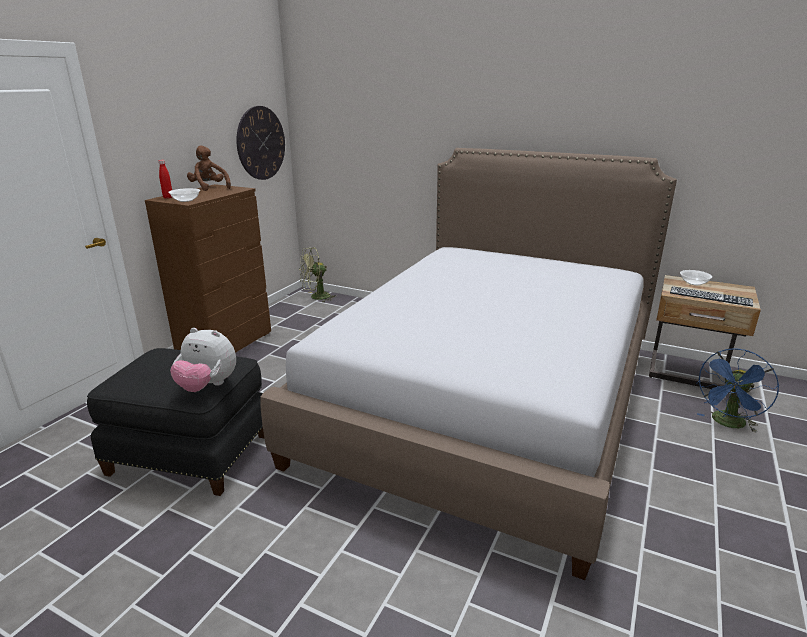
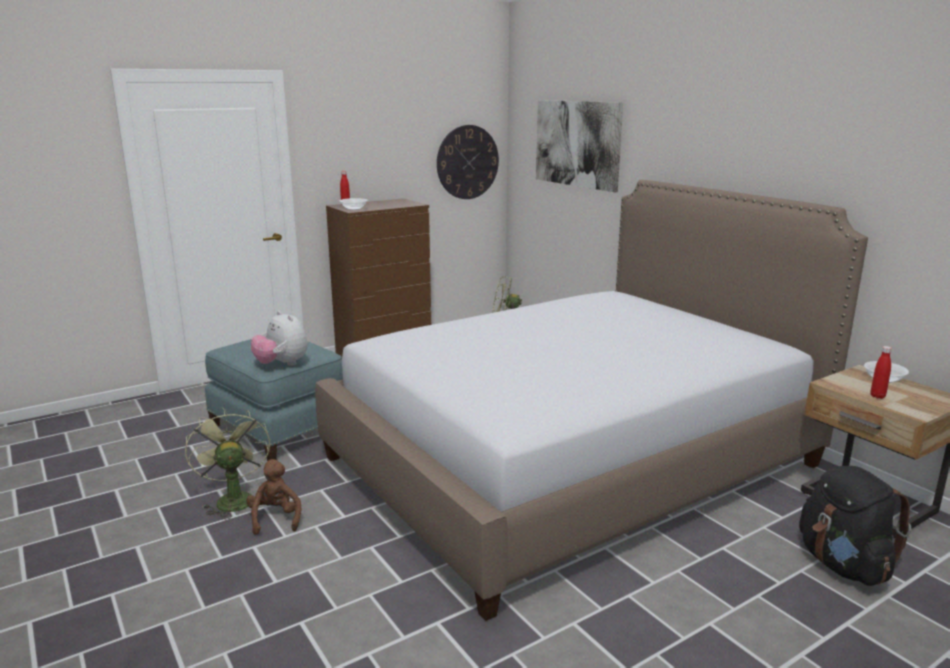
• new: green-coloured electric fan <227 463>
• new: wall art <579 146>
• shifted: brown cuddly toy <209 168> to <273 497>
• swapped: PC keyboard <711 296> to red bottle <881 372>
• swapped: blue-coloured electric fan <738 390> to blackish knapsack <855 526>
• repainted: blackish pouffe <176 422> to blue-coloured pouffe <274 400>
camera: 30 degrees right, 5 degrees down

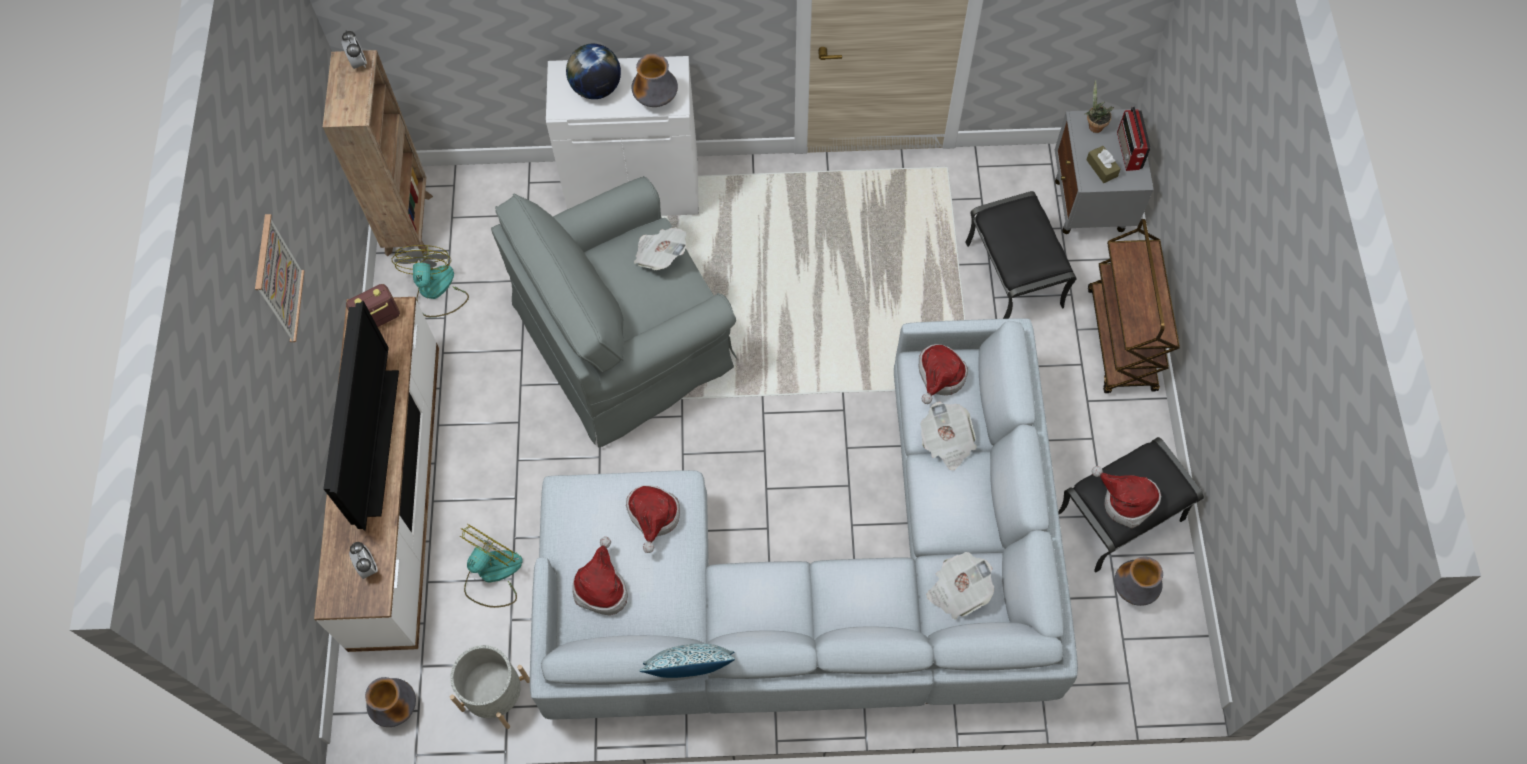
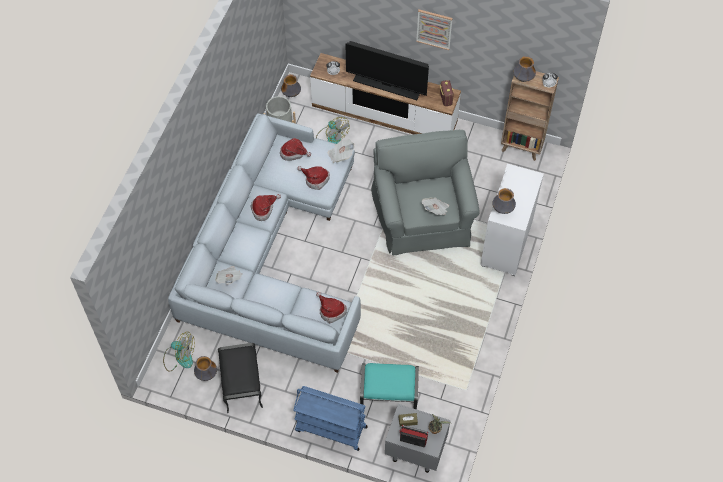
• gone: desk globe <593 71>
• gone: pillow <687 660>
• new: flower vase <524 69>
• shifted: electric fan <430 281> to <179 352>
• shifted: printed paper <948 435> to <341 151>
• shifted: hat <1126 497> to <266 207>
• repainted: blackish pouffe <1021 255> to turquoise-coloured pouffe <389 386>
• repainted: brown cart <1134 306> to blue-coloured cart <330 418>
camera: 110 degrees right, 5 degrees down

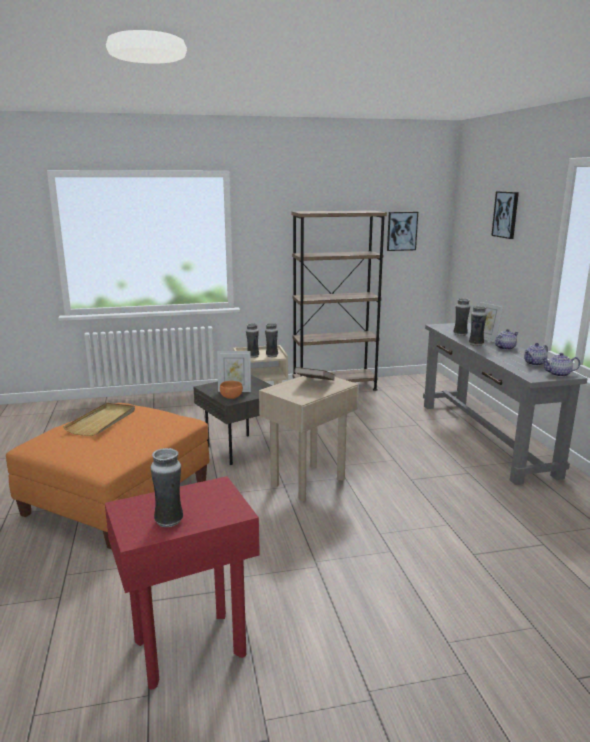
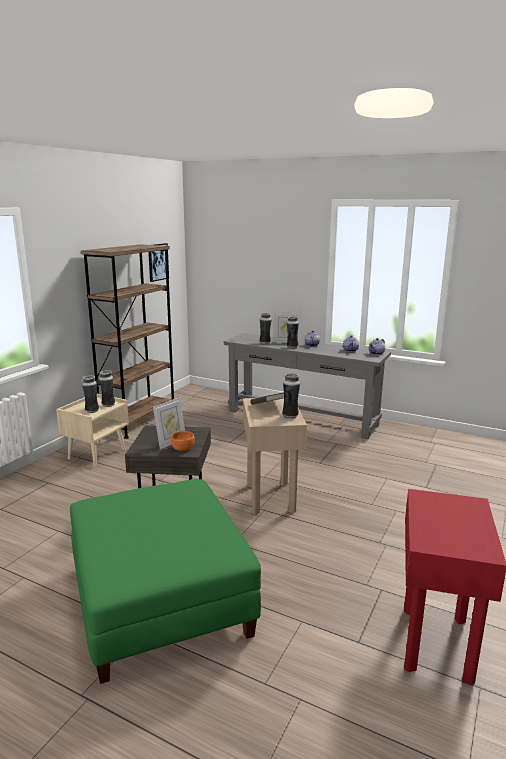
• gone: beige-coloured tray <99 419>
• gone: wall art <505 215>
• shifted: flower vase <167 487> to <291 396>
• repainted: orange pouffe <107 476> to green-coloured pouffe <165 581>
camera: 50 degrees left, 0 degrees up

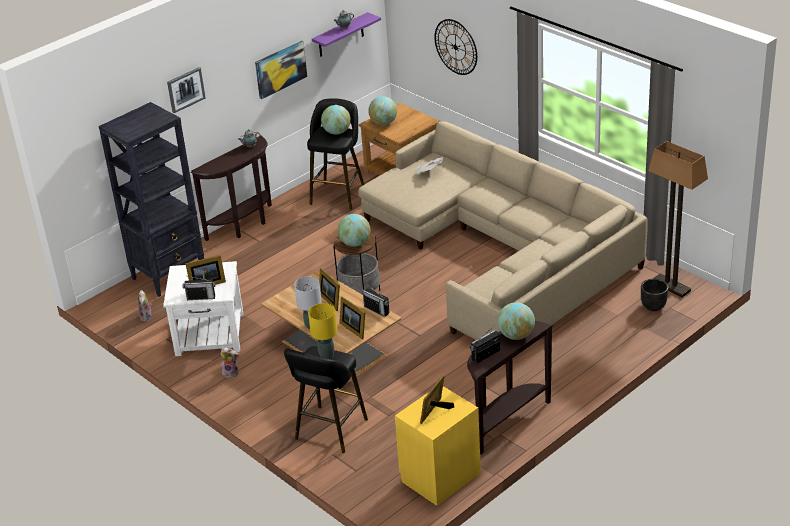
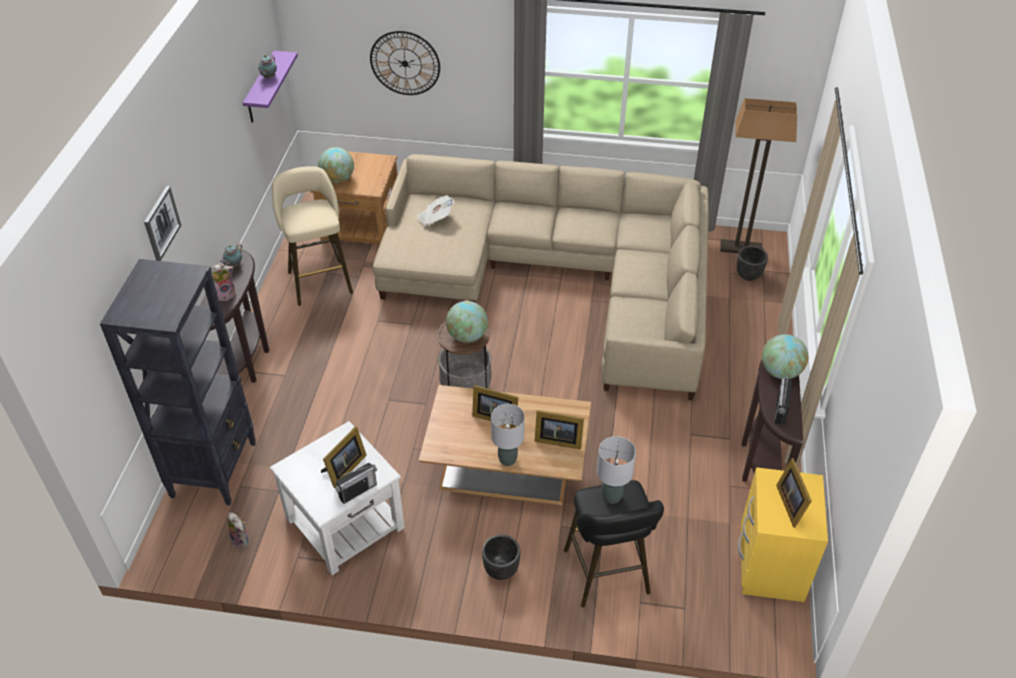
• gone: wall art <281 69>
• gone: desk globe <336 120>
• gone: radio receiver <376 300>
• new: blackish plant pot <501 557>
• shifted: cuddly toy <229 362> to <223 282>
• repainted: blackish sitting stool <336 154> to beige-coloured sitting stool <312 236>
• repainted: yellow lamp for a table <322 331> to grey lamp for a table <616 469>
camera: 40 degrees left, 10 degrees up

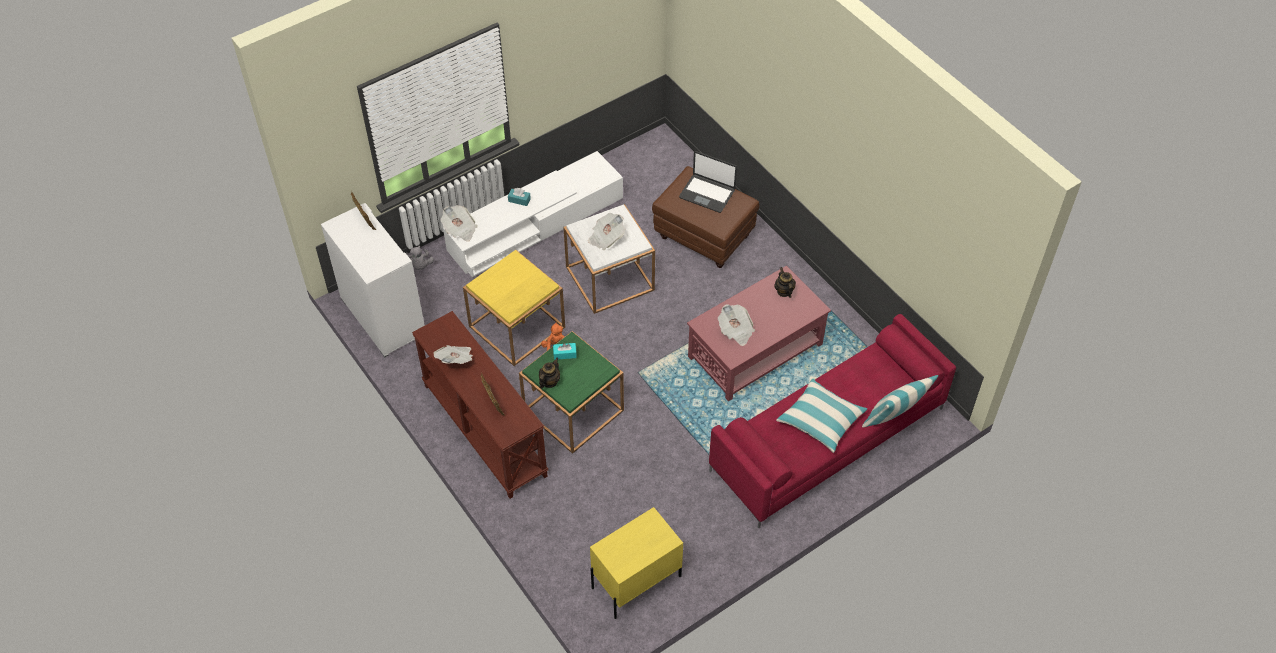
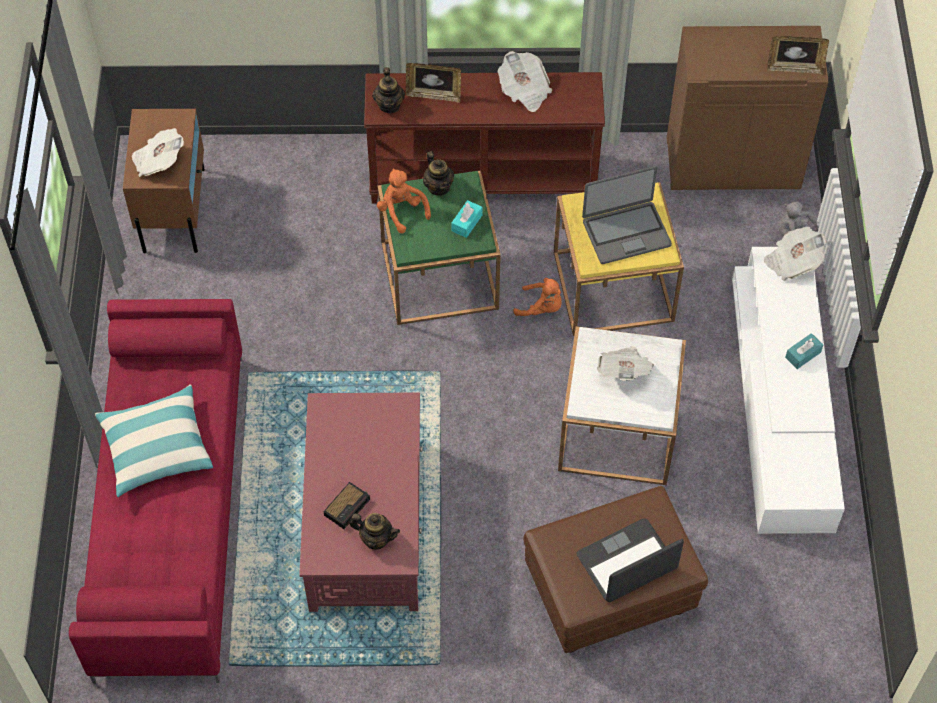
• gone: pillow <900 401>
• new: alarm clock <346 505>
• new: pot for tea <388 90>
• new: orange cuddly toy <404 201>
• new: laptop <627 215>
• shifted: printed paper <736 325> to <157 152>
• repainted: whitish storage cabinet <373 280> to brown storage cabinet <747 108>
• repainted: yellow night table <636 563> to brown night table <164 181>
camera: 125 degrees right, 5 degrees up

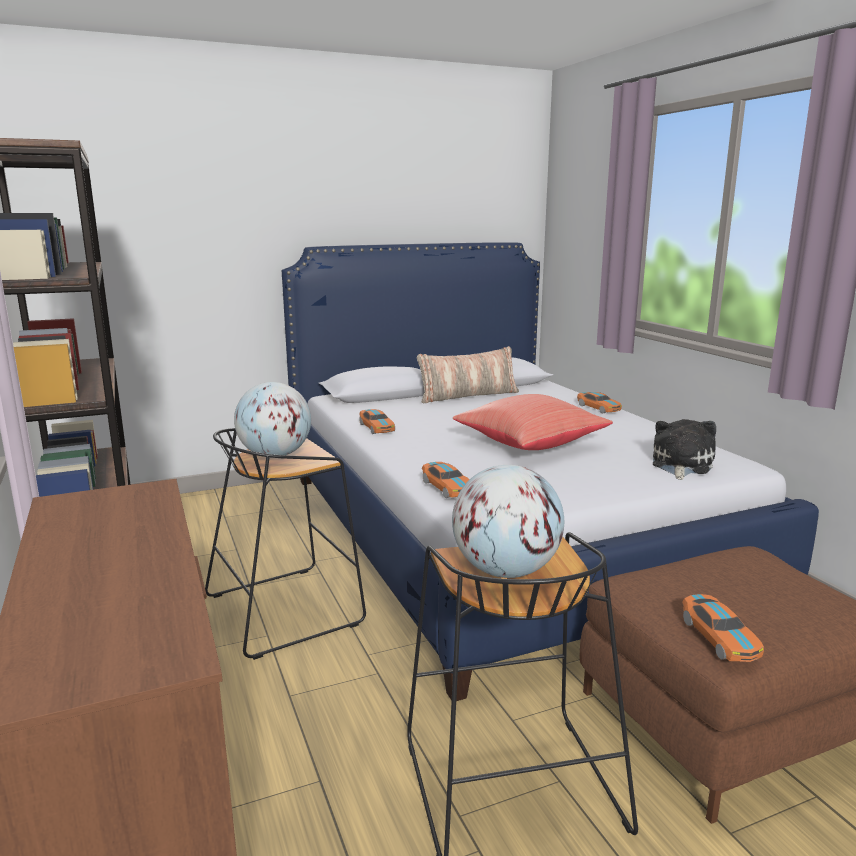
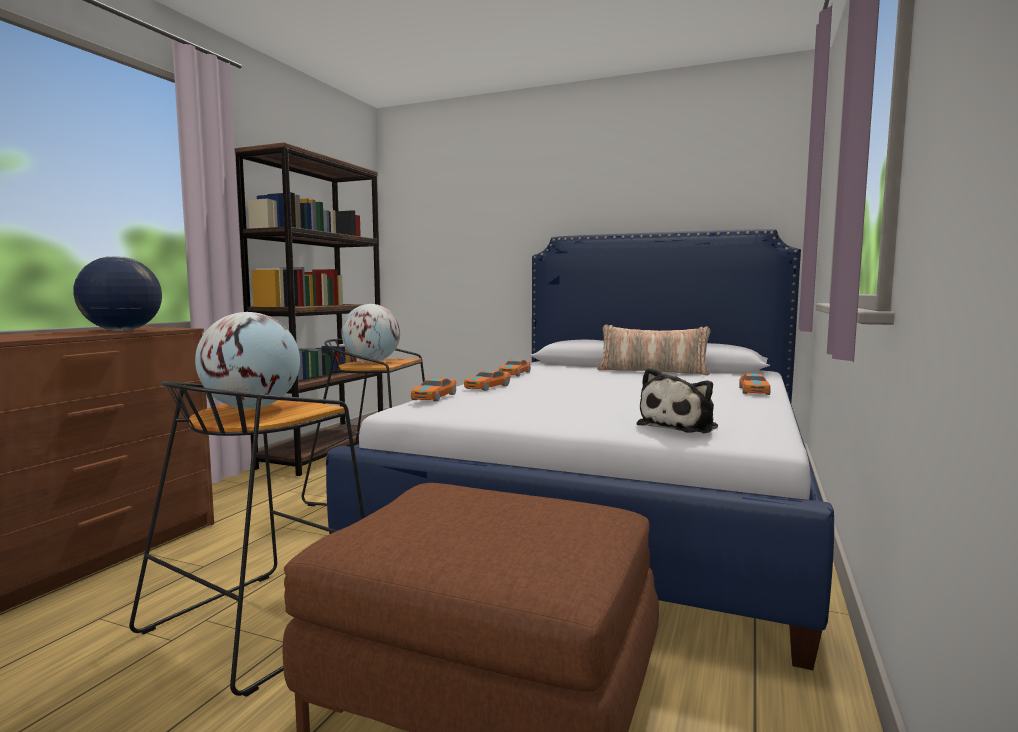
• gone: red pillow <533 422>
• new: desk globe <117 293>
• shifted: model car <723 628> to <487 380>
• rotated: cuddly toy <684 449> = <677 400> 150 degrees clockwise
camera: 45 degrees right, 10 degrees down

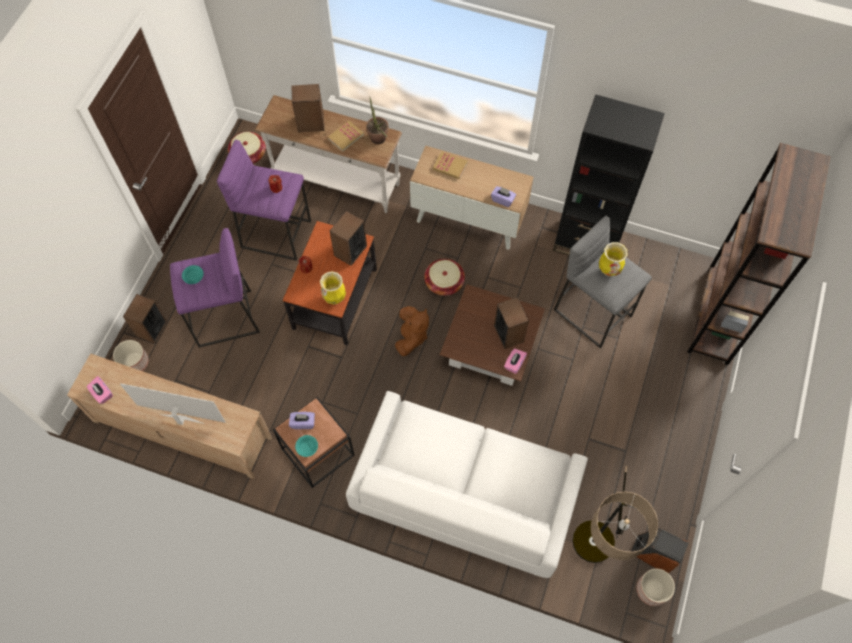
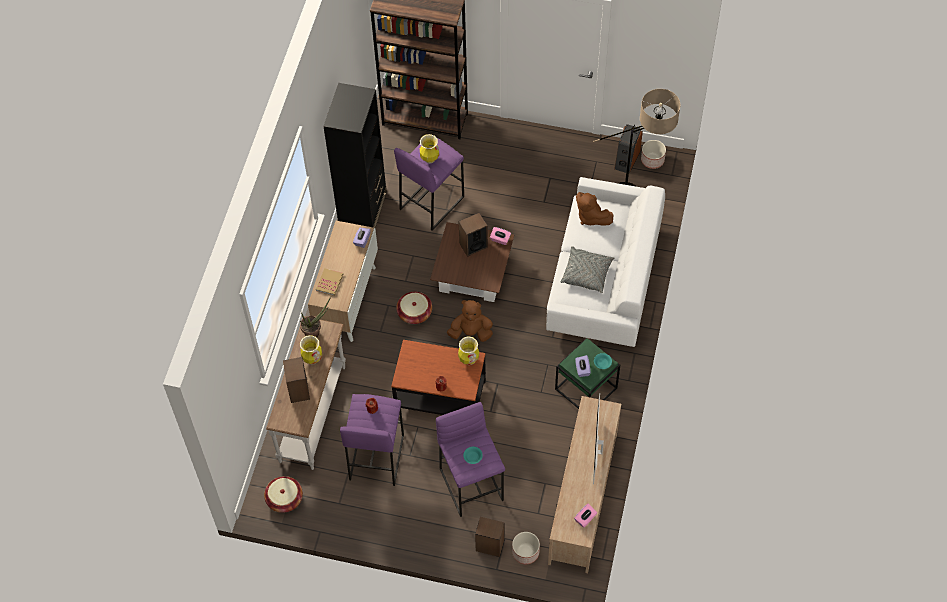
• gone: loudspeaker <348 238>
• new: grey pillow <587 269>
• new: brown cuddly toy <594 209>
• swapped: book <345 136> to flower vase <311 349>
• repainted: brown end table <314 442> to green-coloured end table <587 373>
• repainted: grey sitting stool <603 282> to purplish sitting stool <429 184>
camera: 95 degrees left, 5 degrees down

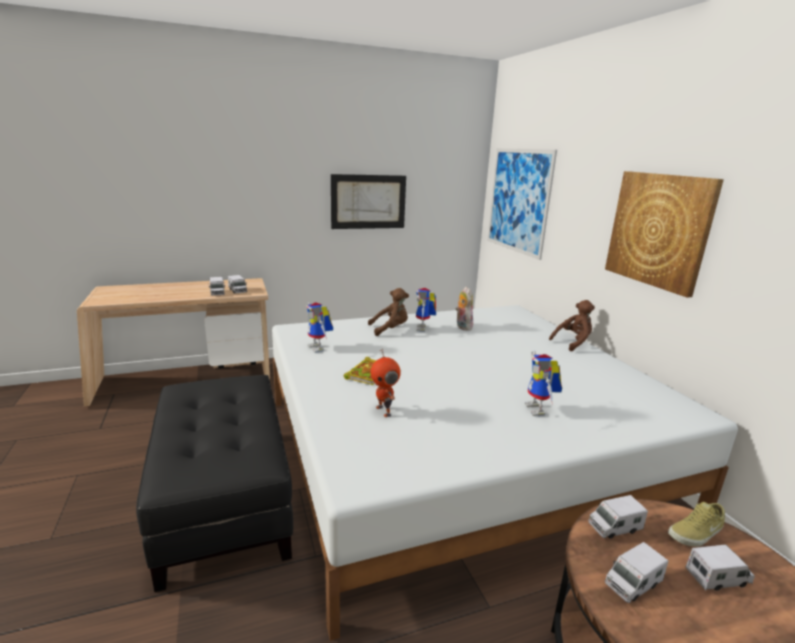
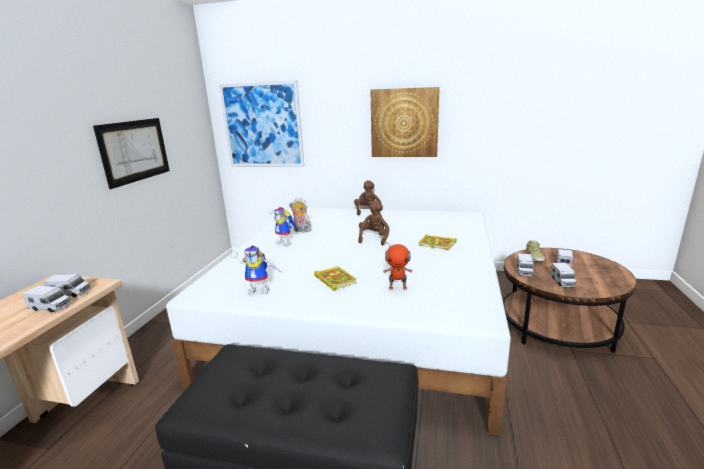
• shifted: brown cuddly toy <388 312> to <373 223>
• swapped: model robot <543 383> to book <438 242>
camera: 55 degrees left, 0 degrees up

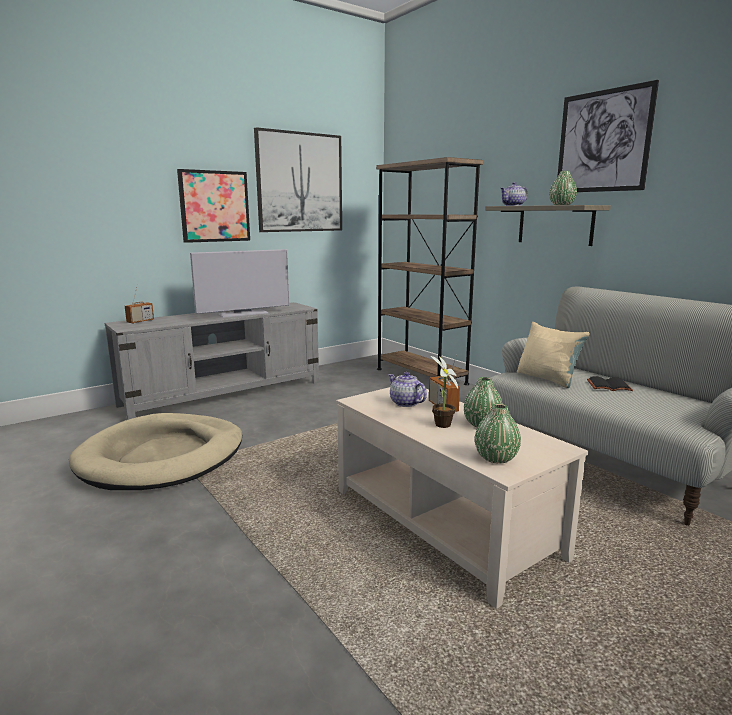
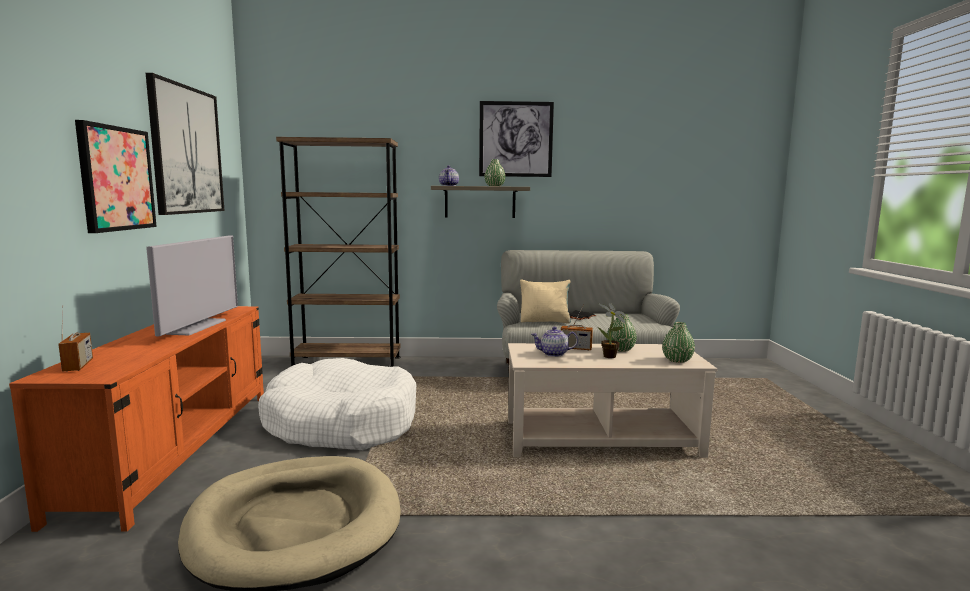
• new: whitish dog cushion <337 404>
• repainted: grey media console <212 361> to orange media console <136 419>
camera: 55 degrees left, 5 degrees down

